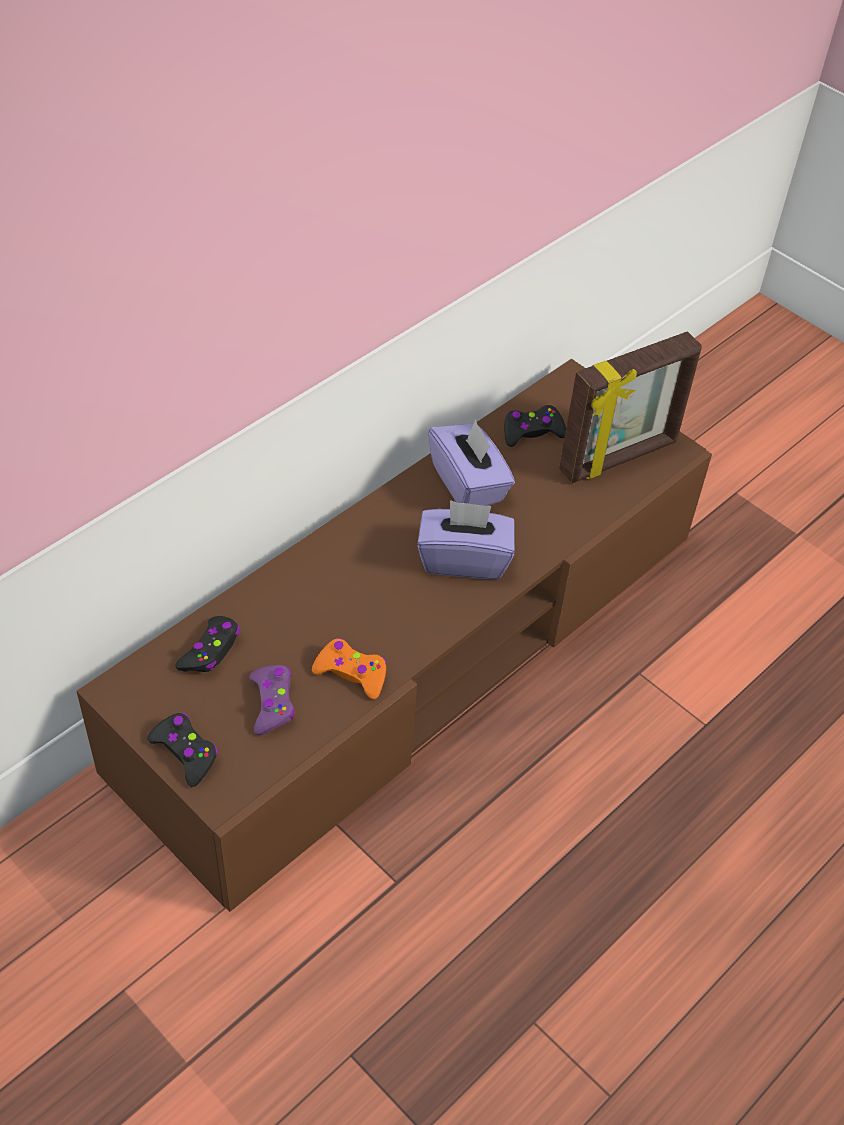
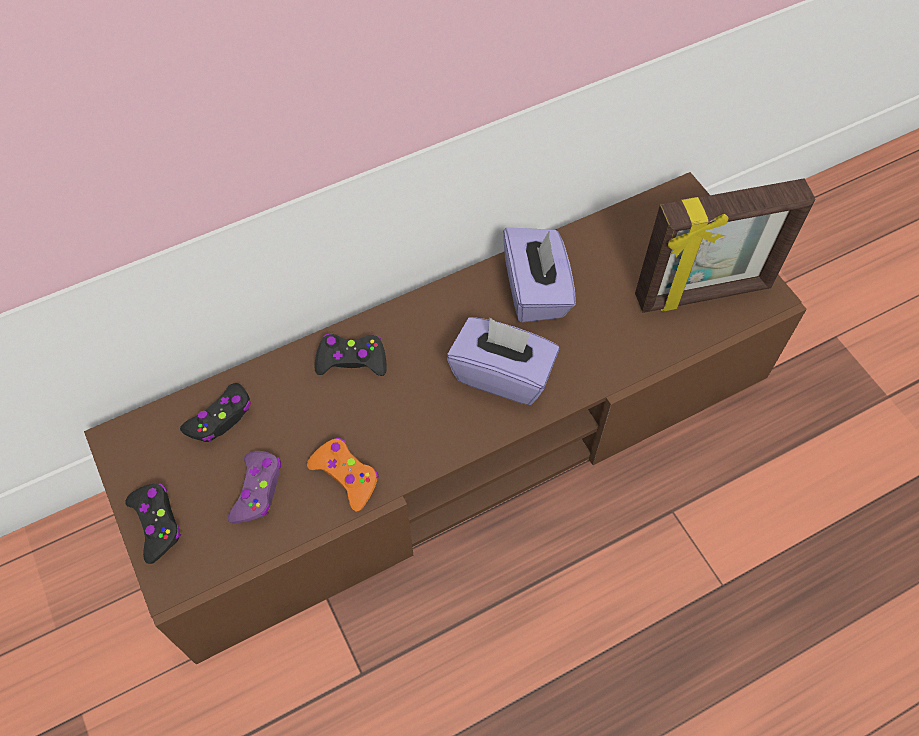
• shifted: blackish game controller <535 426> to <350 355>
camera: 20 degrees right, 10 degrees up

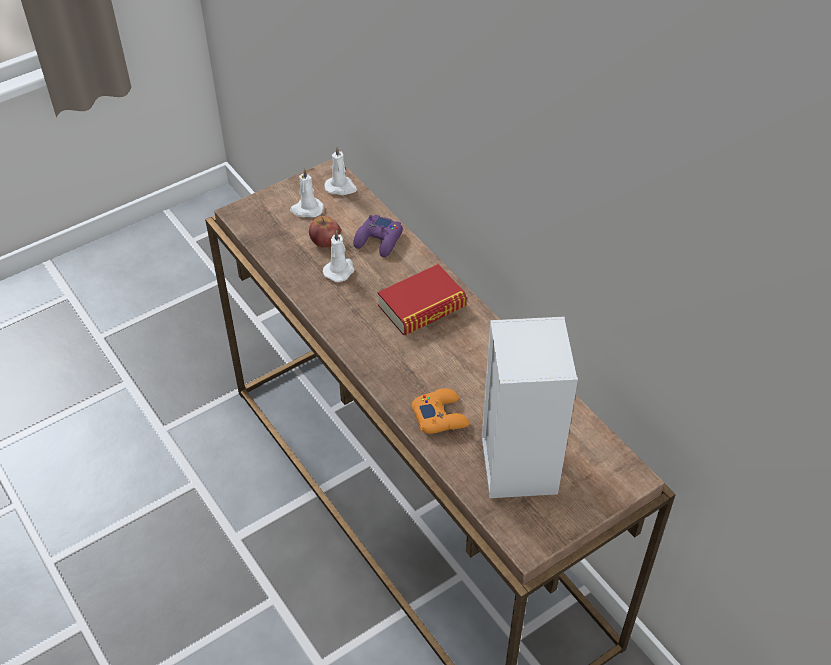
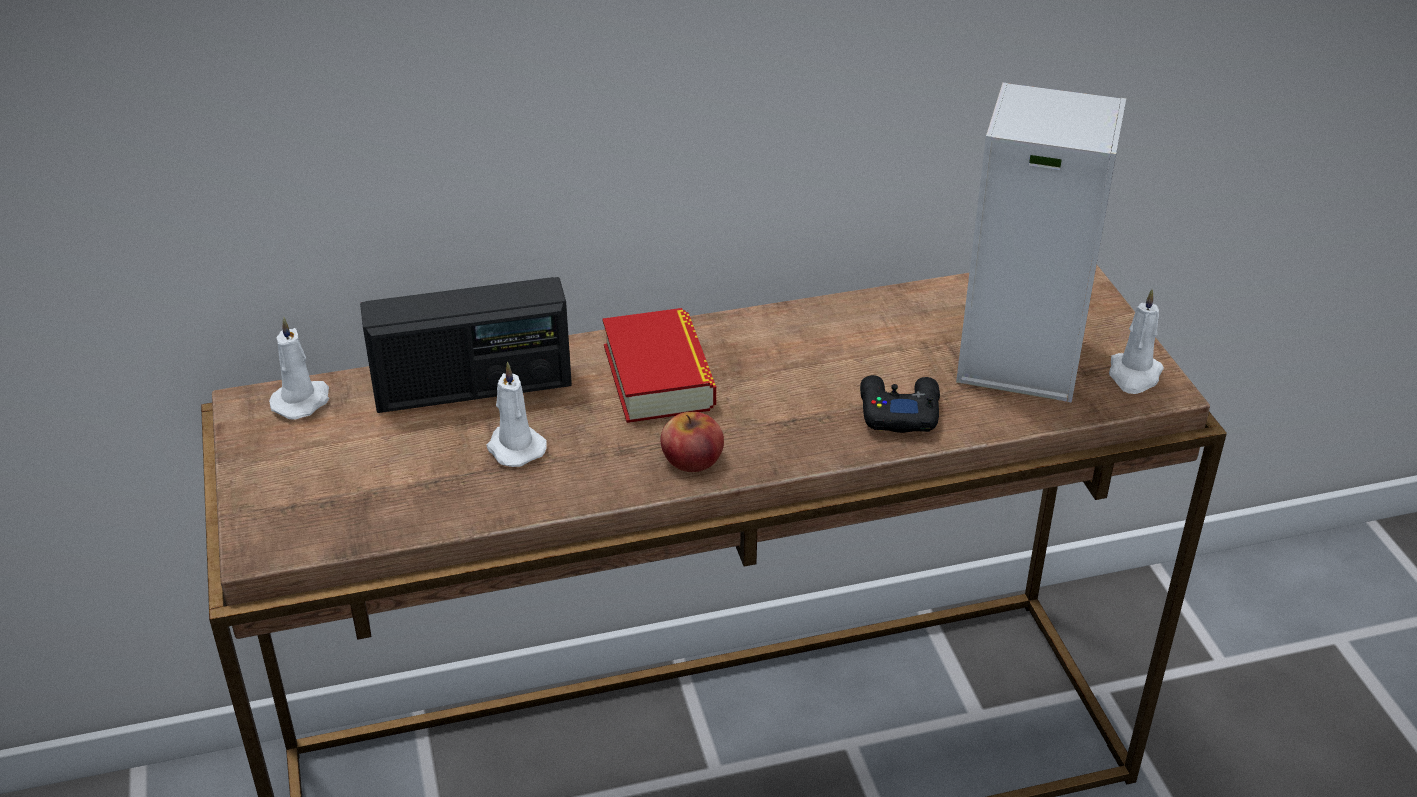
• shifted: whitish wax light <307 193> to <1136 341>
• shifted: apple <325 232> to <692 442>
• swapped: purplish game controller <378 236> to radio receiver <466 345>
• repainted: orange game controller <440 411> to blackish game controller <900 404>
camera: 70 degrees left, 10 degrees down

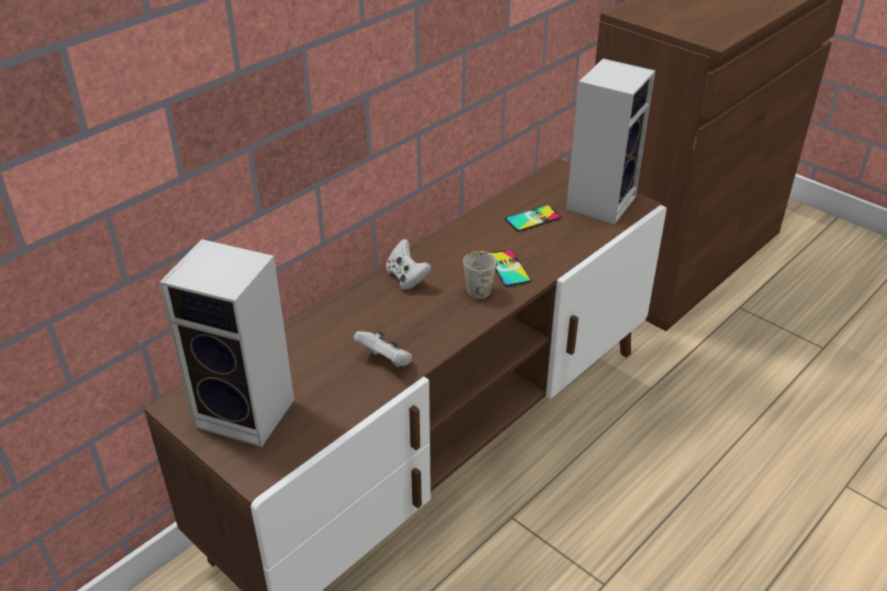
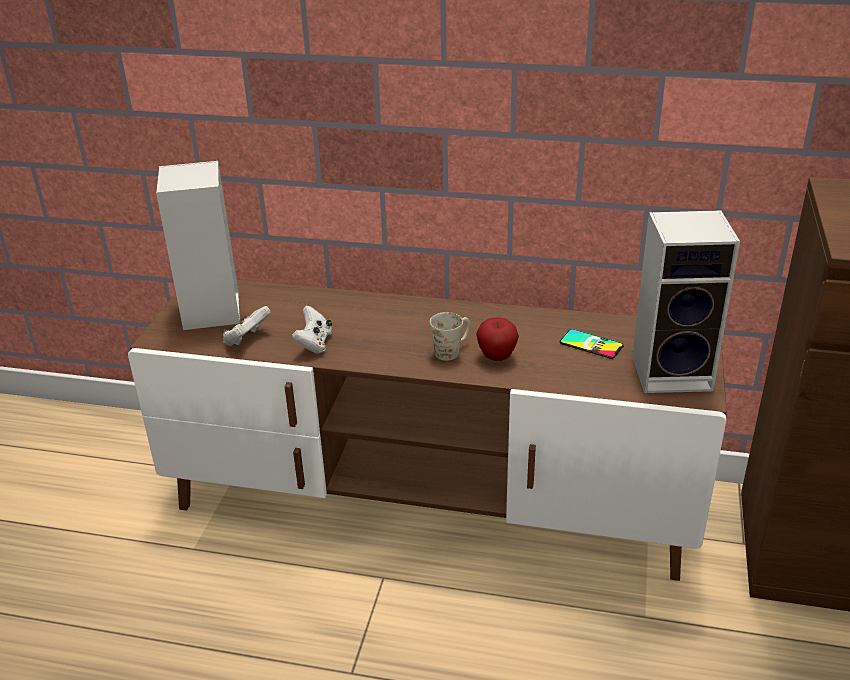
• shifted: whitish game controller <408 264> to <246 326>
• swapped: handset <511 268> to apple <497 339>
camera: 60 degrees right, 5 degrees down

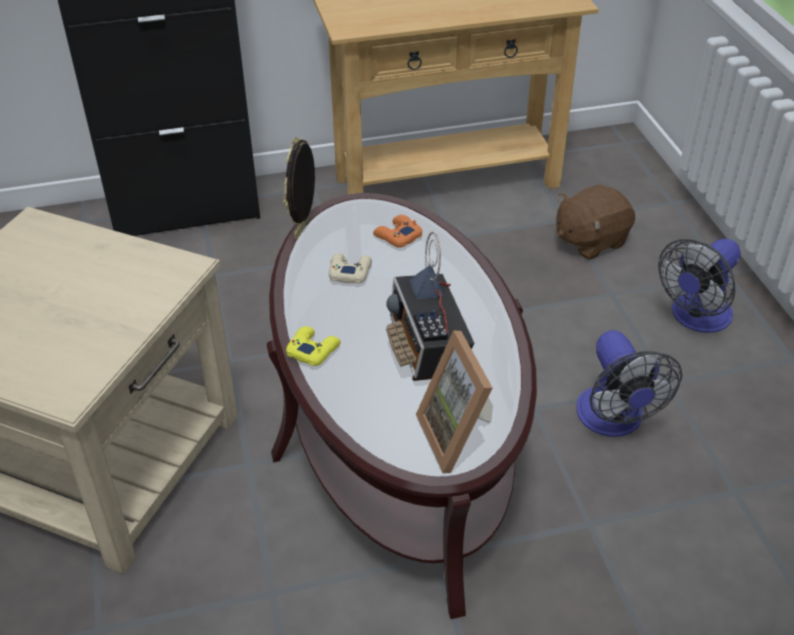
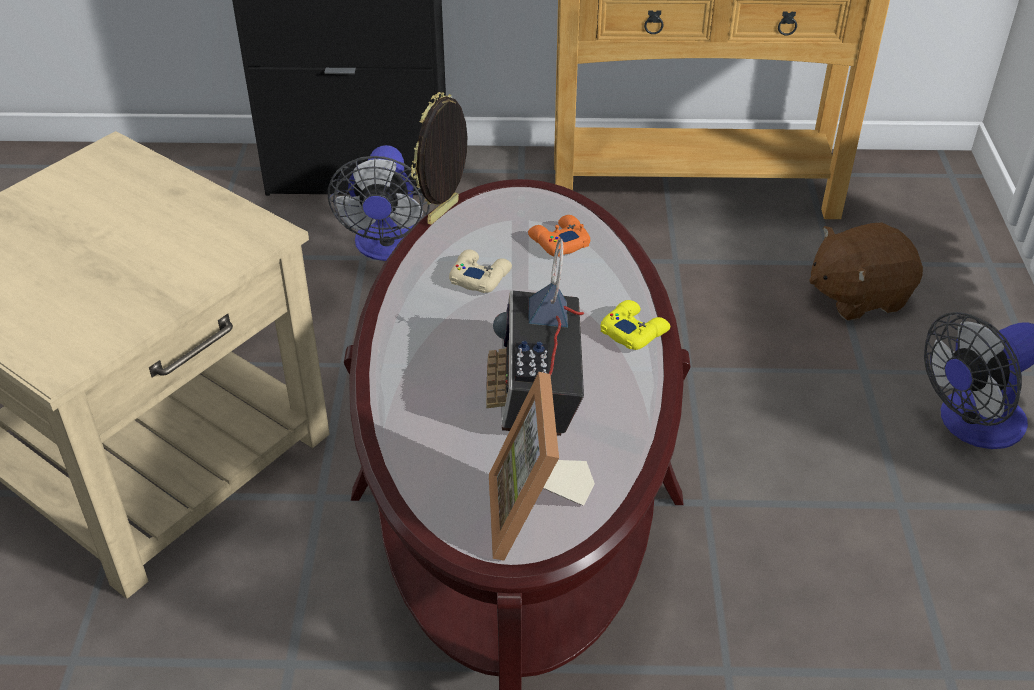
• shifted: yellow game controller <313 346> to <635 325>
• shifted: electric fan <629 383> to <379 203>
camera: 15 degrees right, 0 degrees up

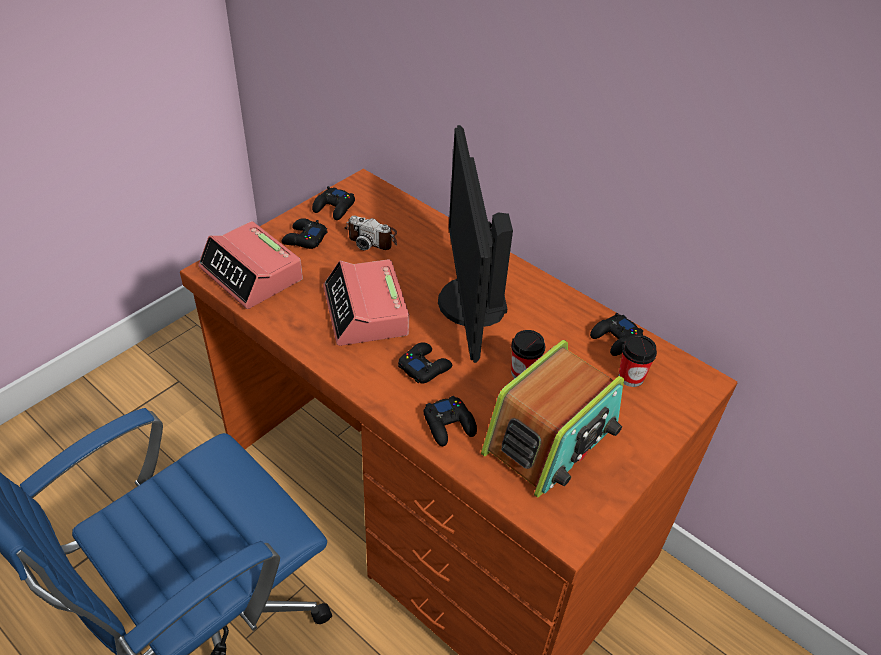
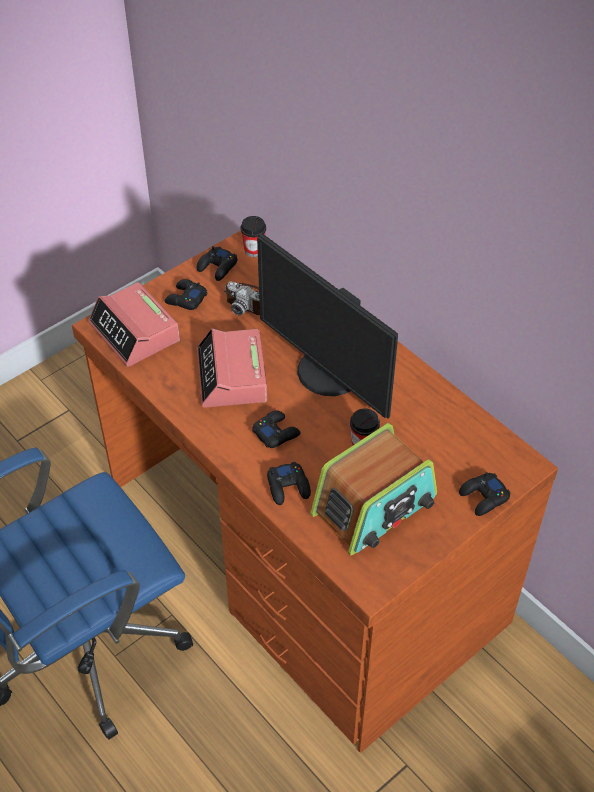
• shifted: blackish game controller <616 334> to <485 494>
• shifted: cup <638 361> to <253 236>
• rotated: monitor <475 244> = <327 325> 45 degrees counterclockwise
camera: 10 degrees right, 5 degrees up

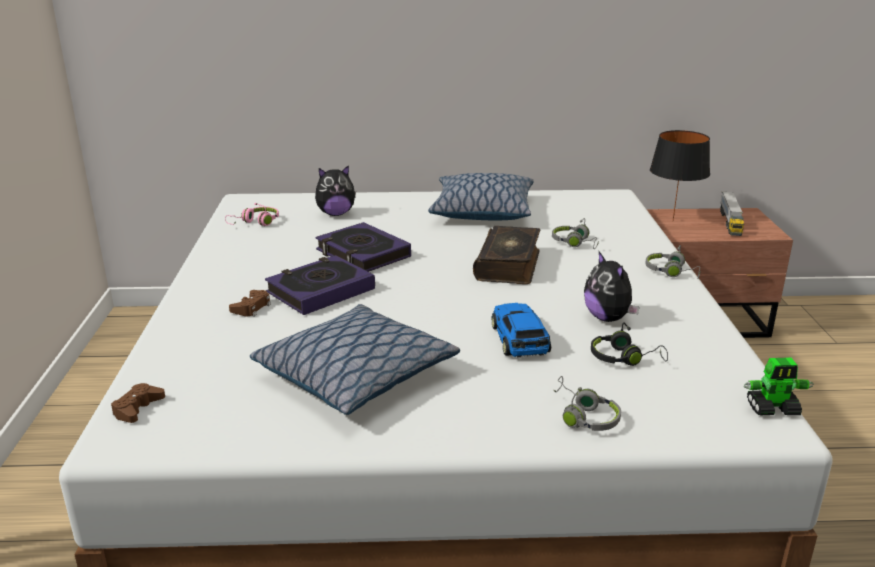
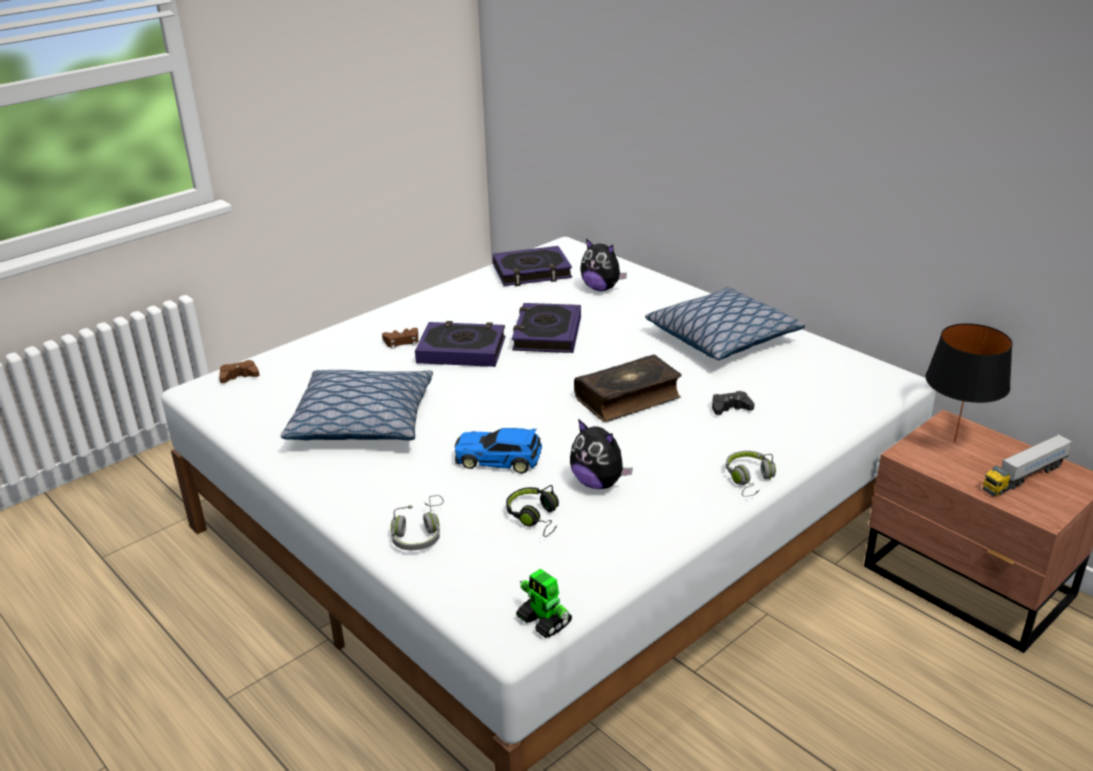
• swapped: pink-coloured headset <252 214> to book <532 266>
• swapped: grey headset <575 233> to blackish game controller <733 403>
• rotated: model car <522 330> = <498 451> 120 degrees counterclockwise
• rotated: cuddly toy <612 287> = <601 454> 75 degrees counterclockwise
camera: 50 degrees right, 5 degrees up

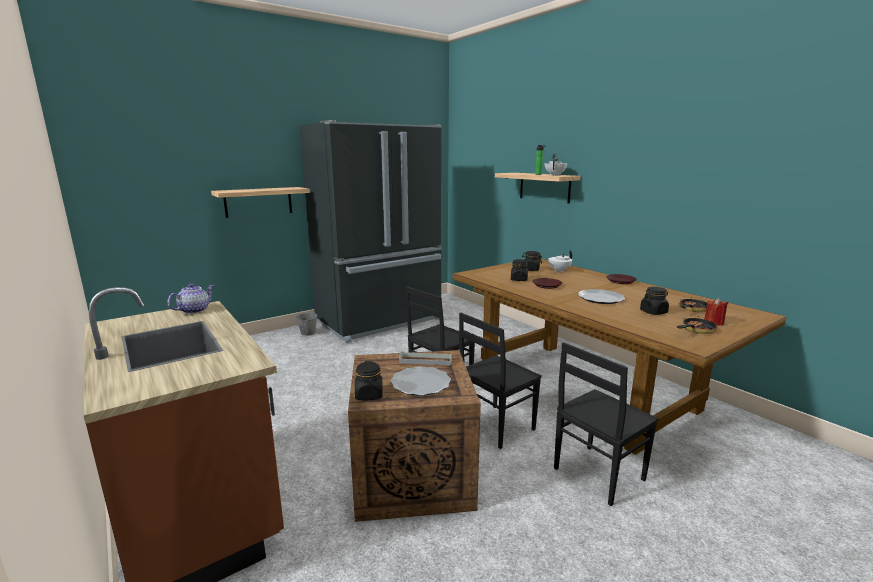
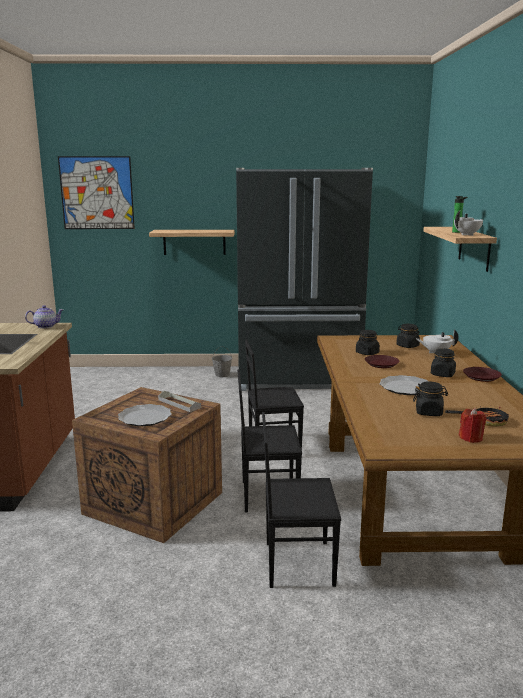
• gone: frying pan <697 324>
• new: wall art <96 192>
• shifted: blackish preserve jar <369 380> to <443 362>
camera: 35 degrees right, 0 degrees up

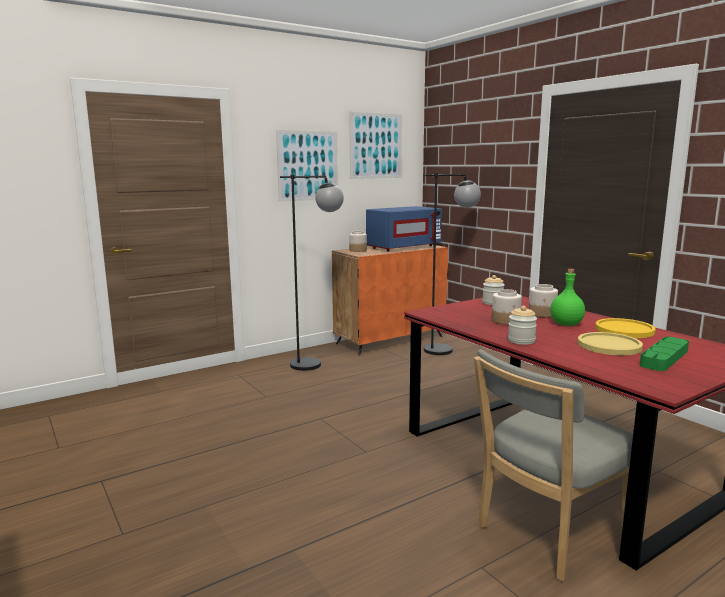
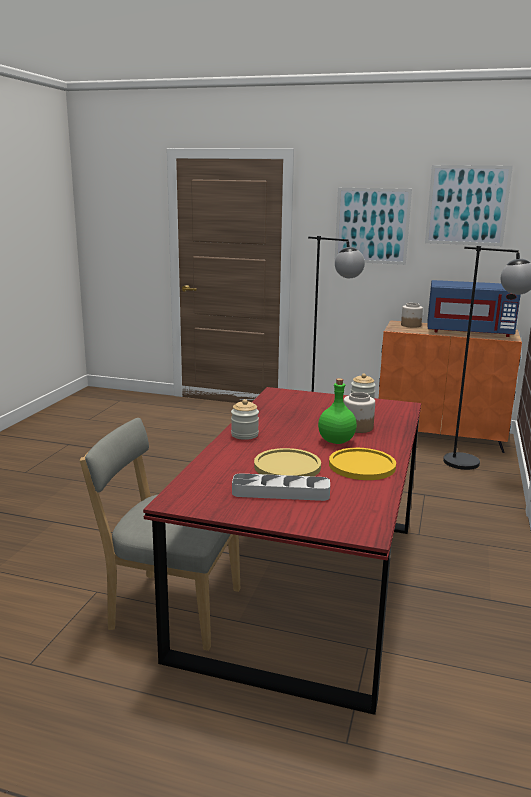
• gone: preserve jar <507 306>
• repainted: green-coloured tray <664 354> to grey tray <281 487>
camera: 50 degrees right, 5 degrees up

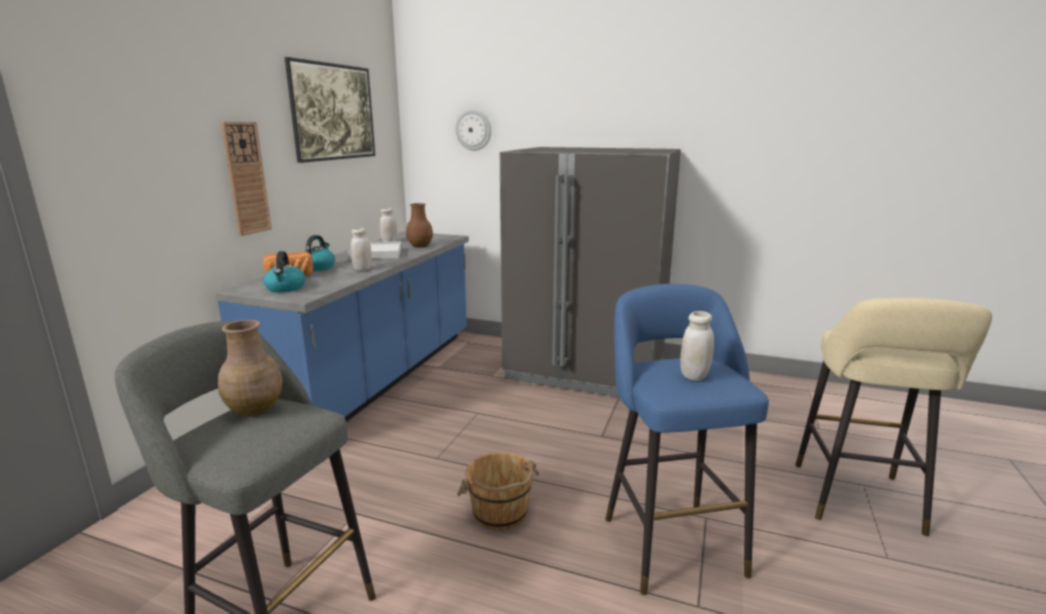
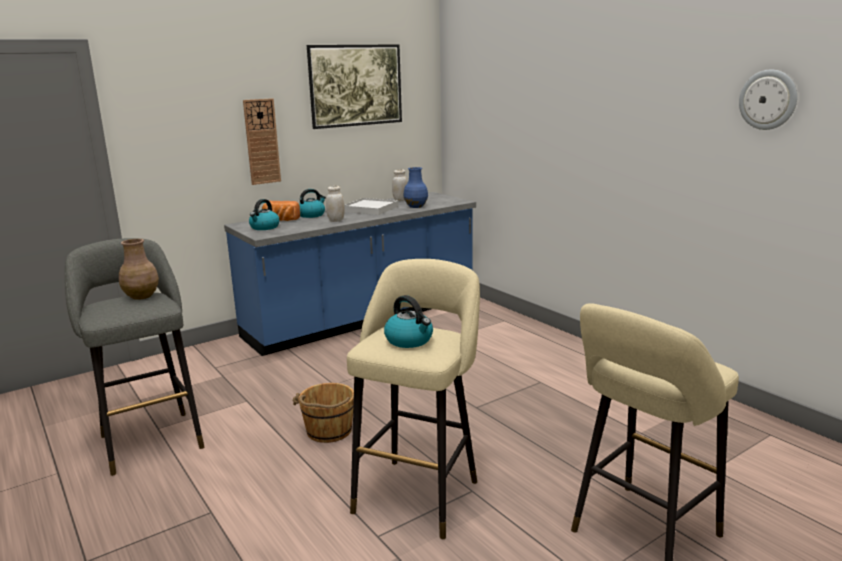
• gone: grey fridge <590 272>
• shifted: clock on the wall <473 130> to <768 99>
• swapped: whitish preserve jar <697 346> to water kettle <408 321>
• repainted: brown flower vase <419 225> to blue-coloured flower vase <416 187>
• repainted: blue-coloured sitting stool <687 439> to beige-coloured sitting stool <413 399>
camera: 35 degrees right, 0 degrees up

